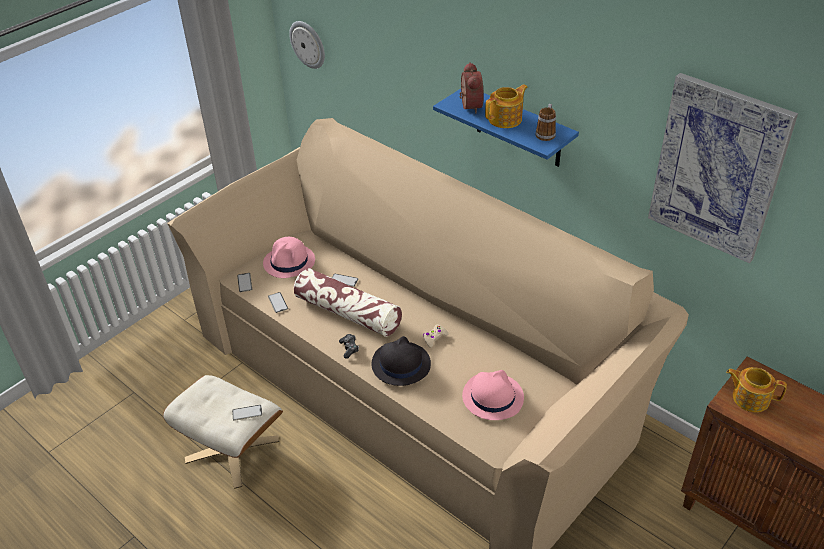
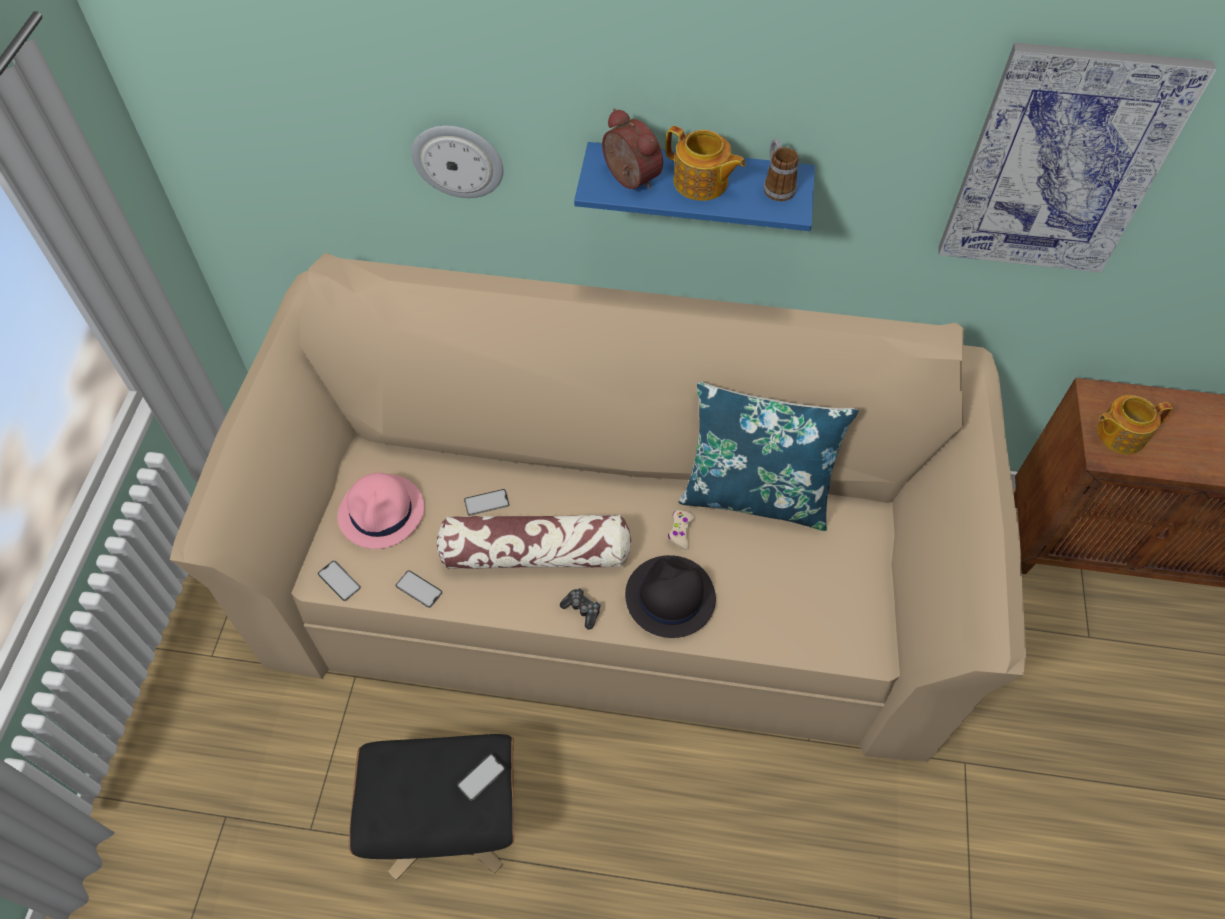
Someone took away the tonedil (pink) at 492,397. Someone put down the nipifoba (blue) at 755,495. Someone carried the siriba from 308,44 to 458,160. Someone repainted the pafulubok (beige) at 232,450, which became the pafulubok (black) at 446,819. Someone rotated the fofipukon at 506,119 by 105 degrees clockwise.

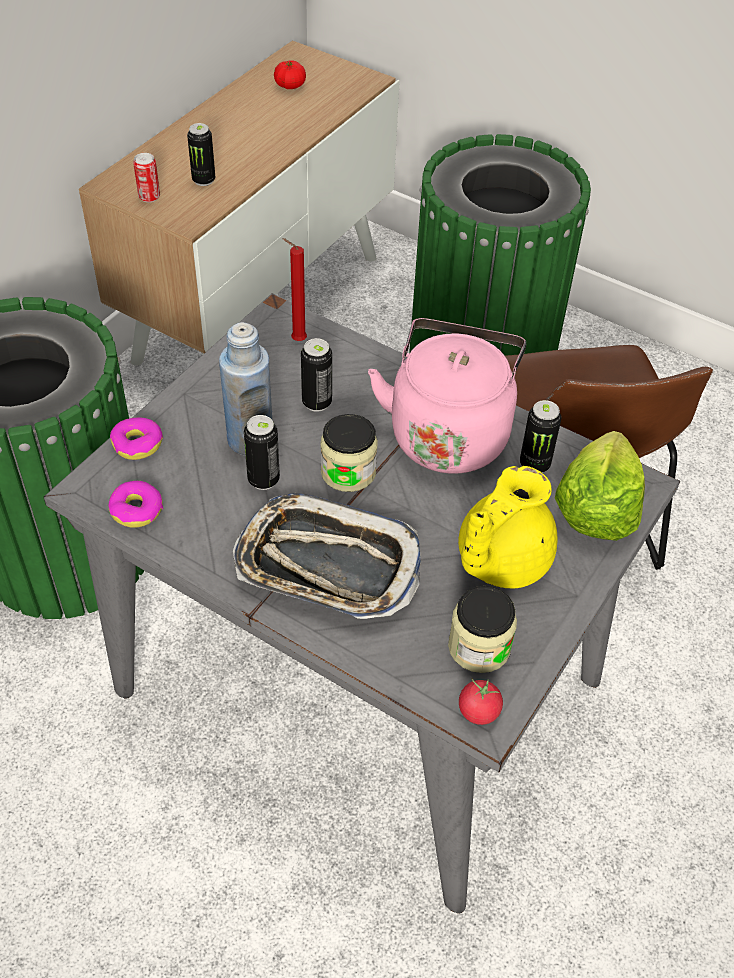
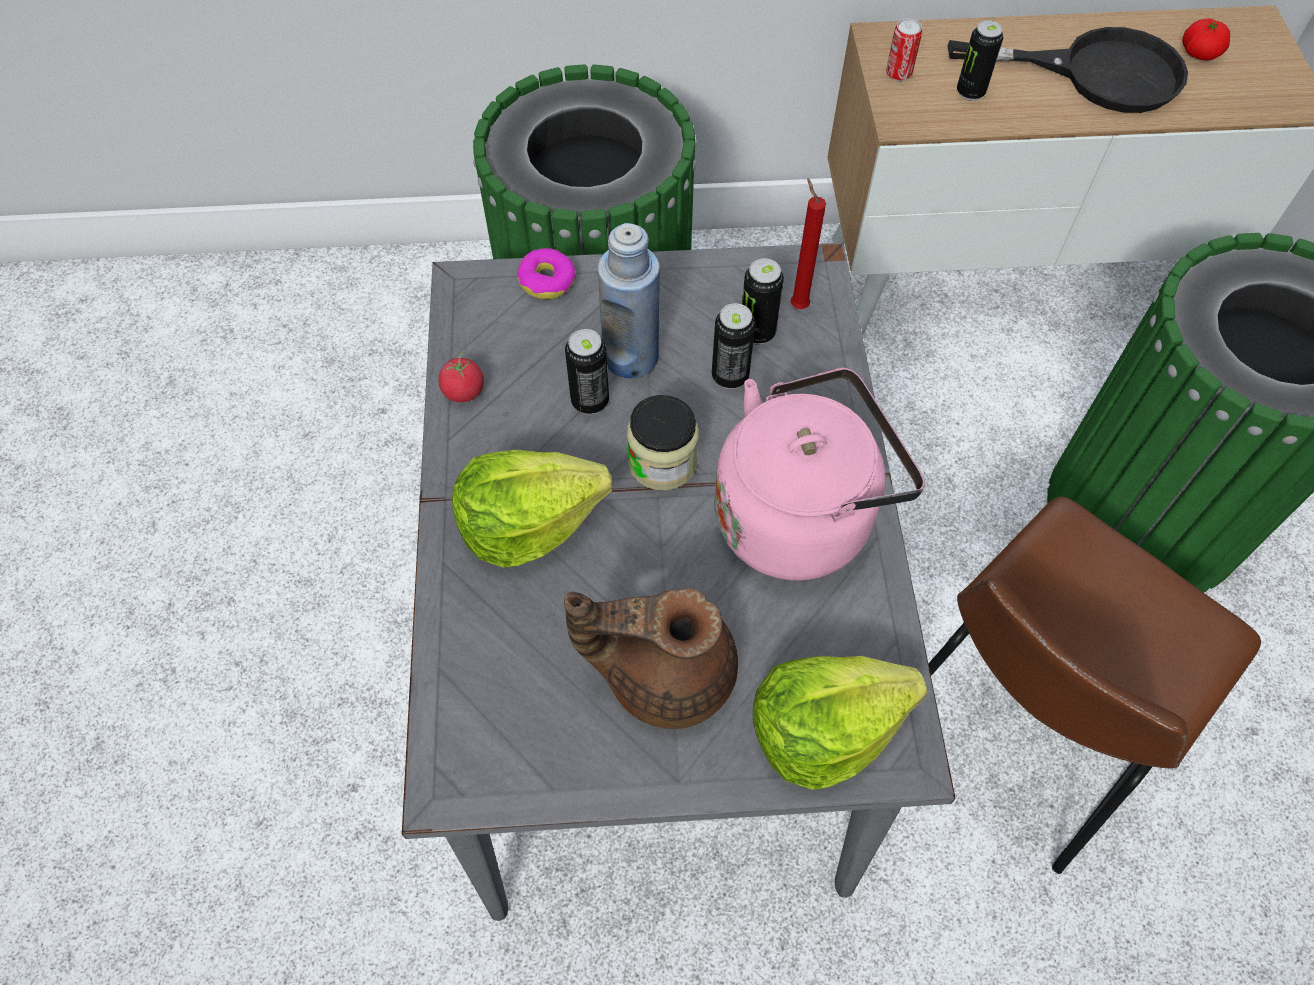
Someone took away the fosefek at 136,510. Someone took away the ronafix at 479,647. Someone put down the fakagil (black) at 1096,73. Someone carried the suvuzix from 478,711 to 463,391. Someone carried the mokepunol from 534,464 to 757,332. Someone swapped the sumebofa at 327,565 for the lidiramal at 528,522. Someone repainted the fofipukon (yellow) at 499,560, which became the fofipukon (brown) at 663,673.

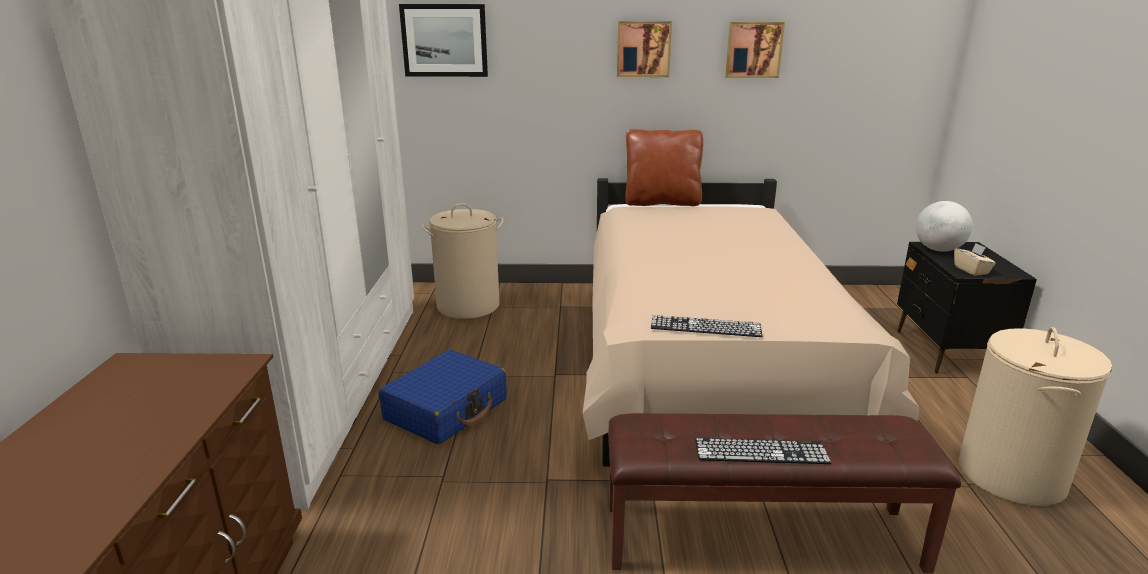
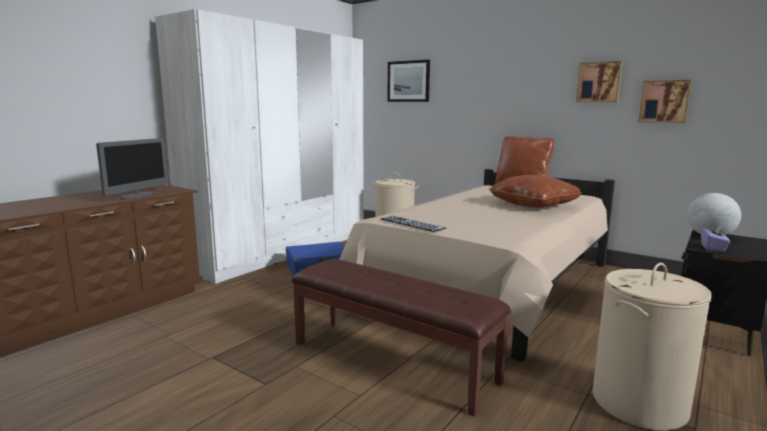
Someone took away the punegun at 761,451. Someone put down the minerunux at 138,195. Someone put down the nipifoba (brown) at 533,205. Someone carried the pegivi from 643,49 to 664,101. Someone repainted the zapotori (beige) at 971,270, which became the zapotori (purple) at 713,248.

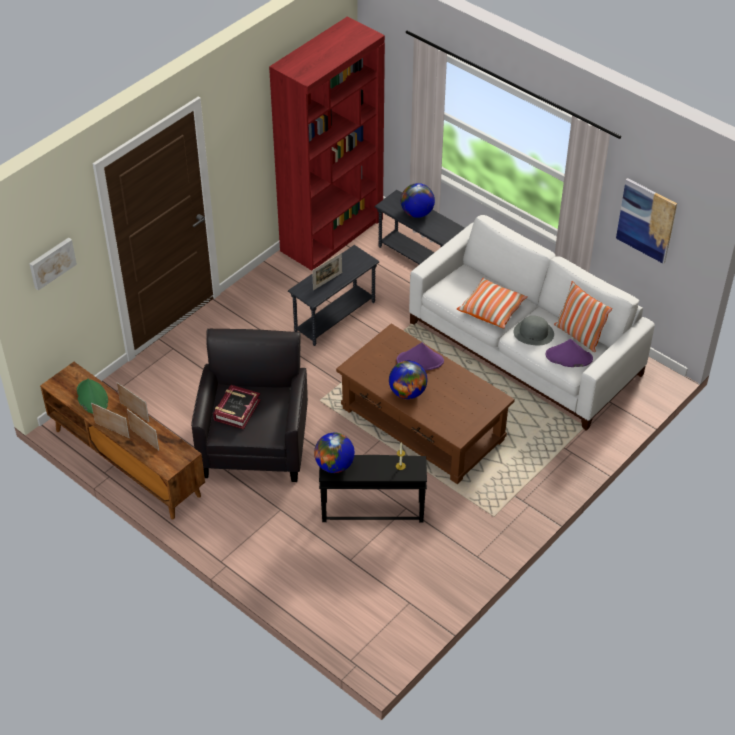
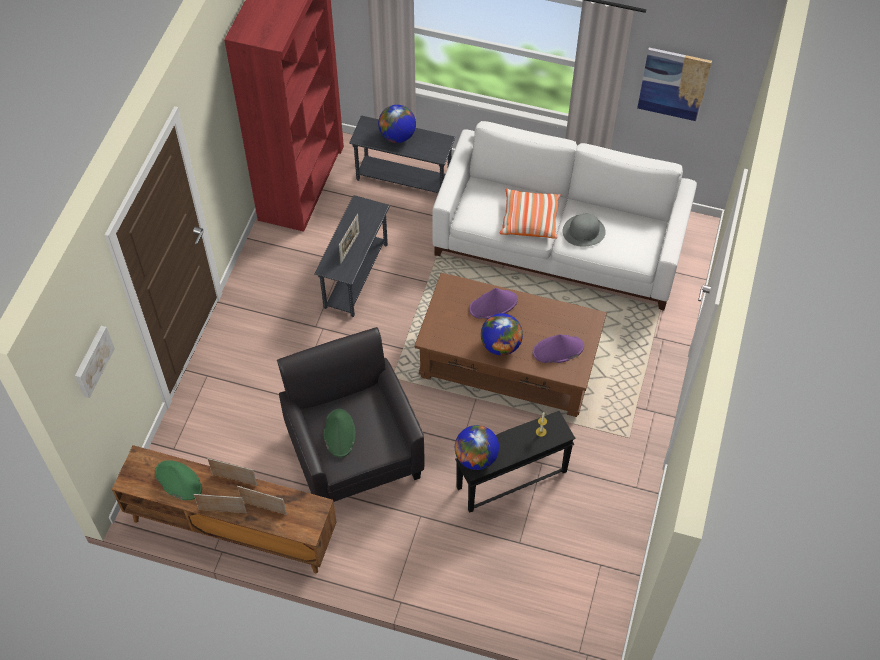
Someone took away the nipifoba at 578,335. Someone carried the tonedil (purple) from 568,357 to 558,350. Someone swapped the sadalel at 237,410 for the tonedil (green) at 339,433.

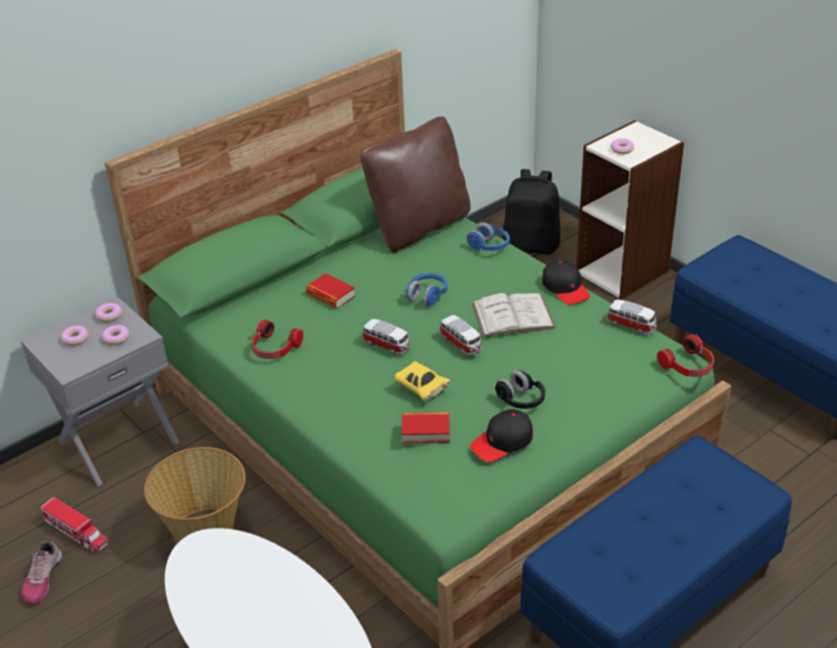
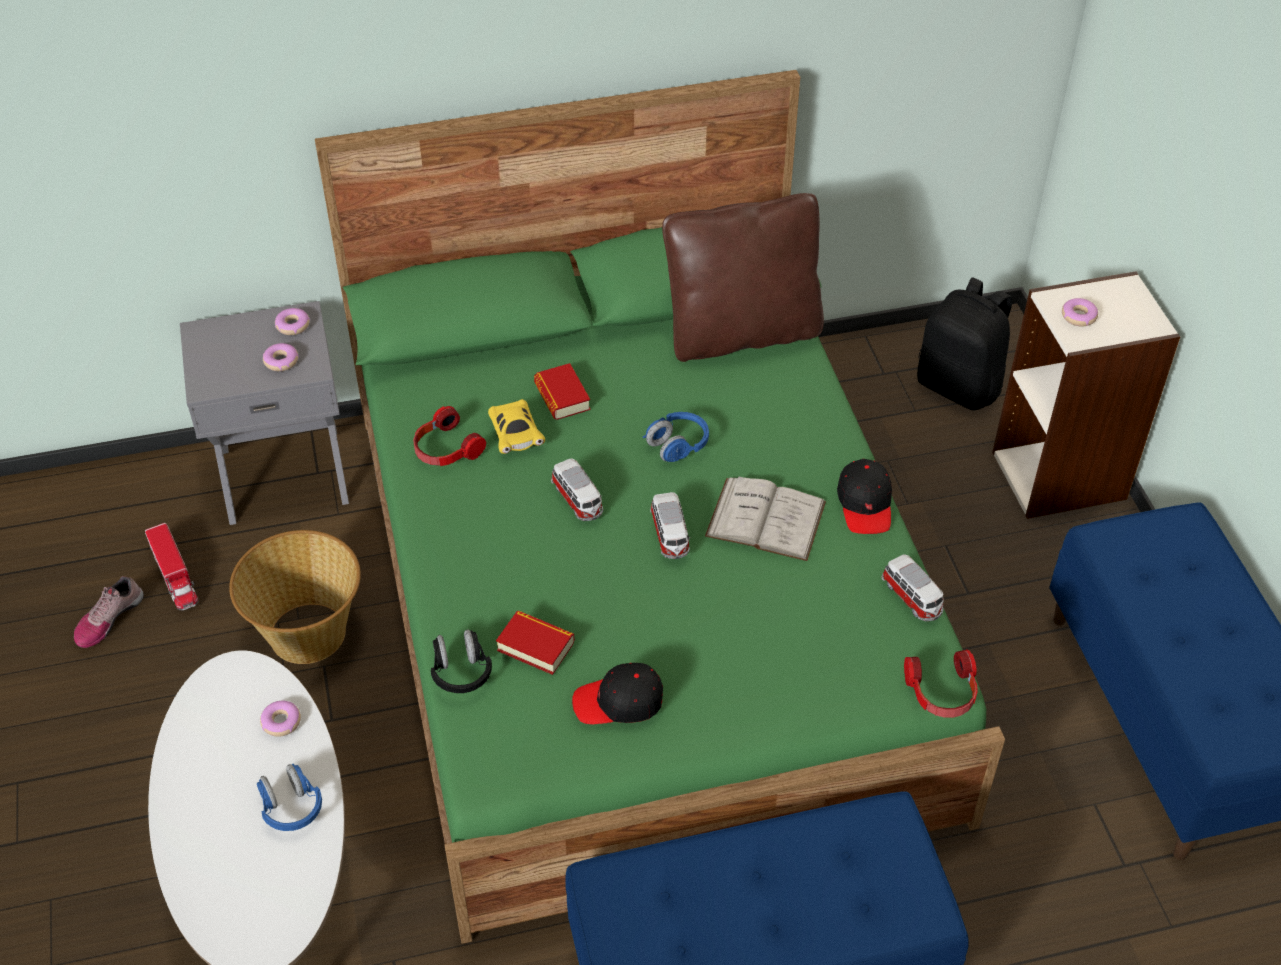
Someone carried the fosefek from 75,339 to 281,722. Someone carried the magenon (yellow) from 421,388 to 515,435. Someone carried the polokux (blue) from 488,246 to 291,807. Someone carried the polokux (black) from 520,400 to 461,672.

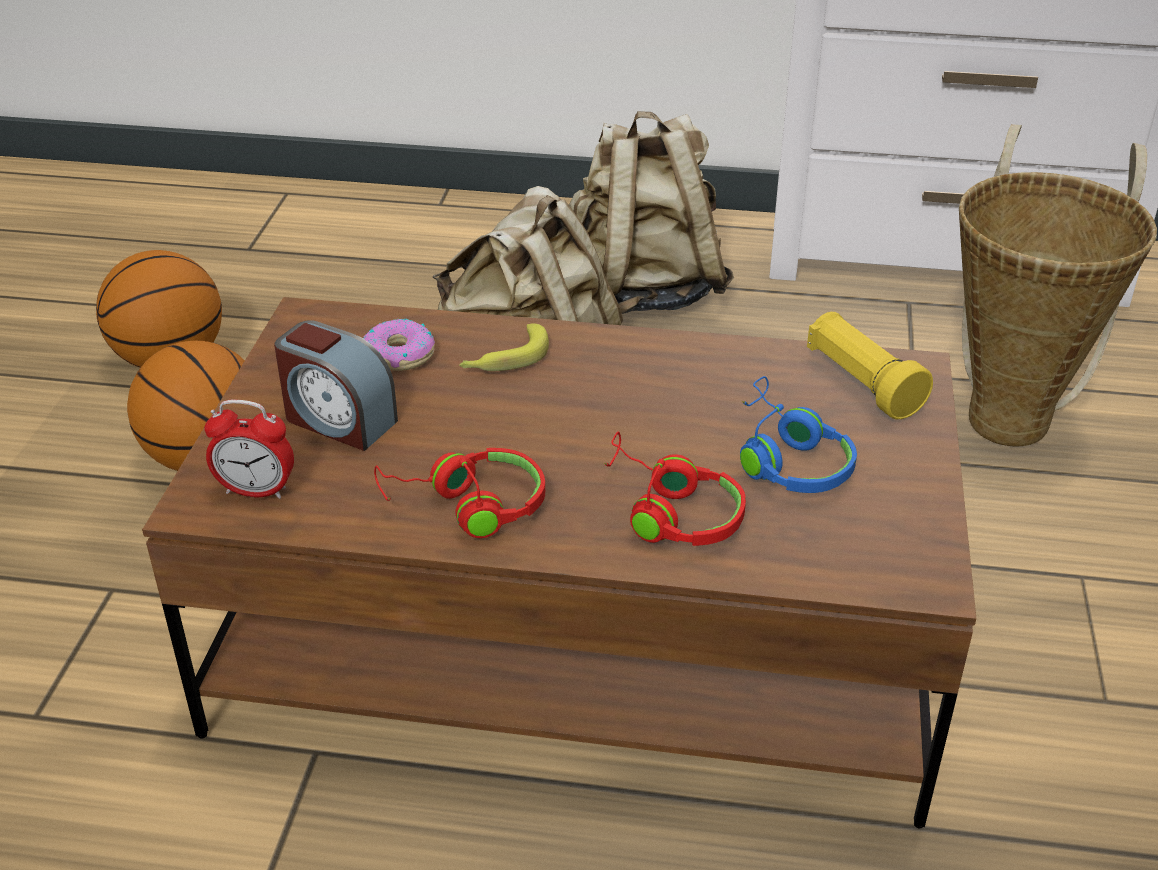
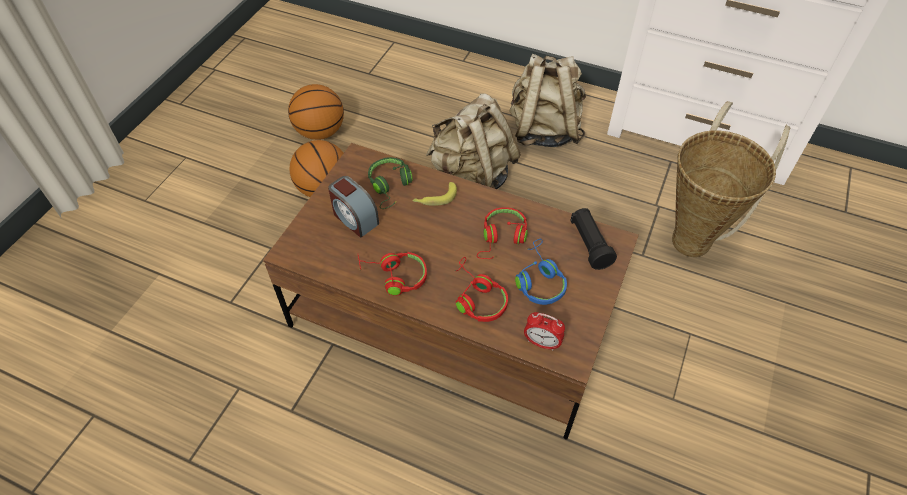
Someone put down the polokux (red) at 501,238. Someone carried the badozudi from 256,491 to 542,343. Someone swapped the fosefek at 399,355 for the polokux (green) at 390,186. Someone repainted the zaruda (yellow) at 862,383, which became the zaruda (black) at 589,245.

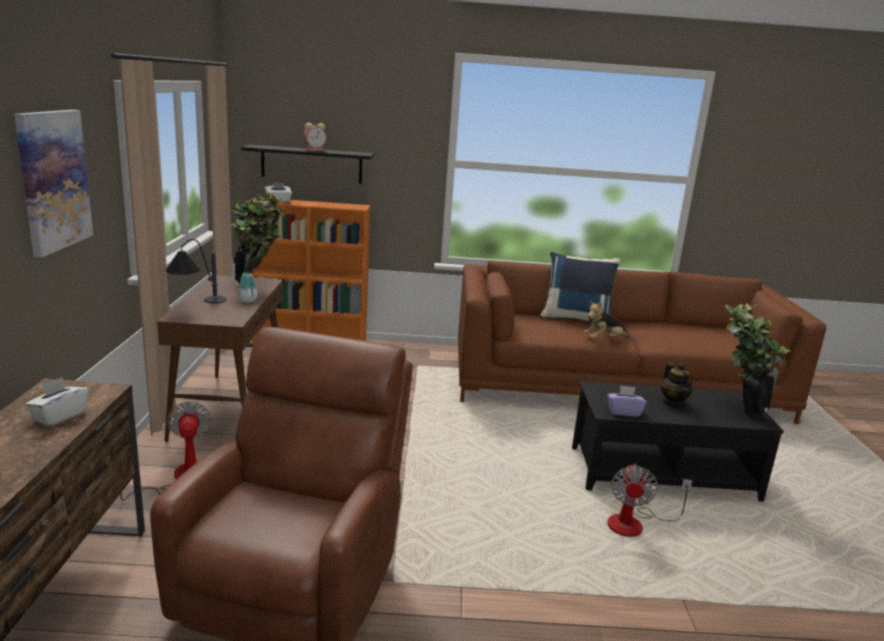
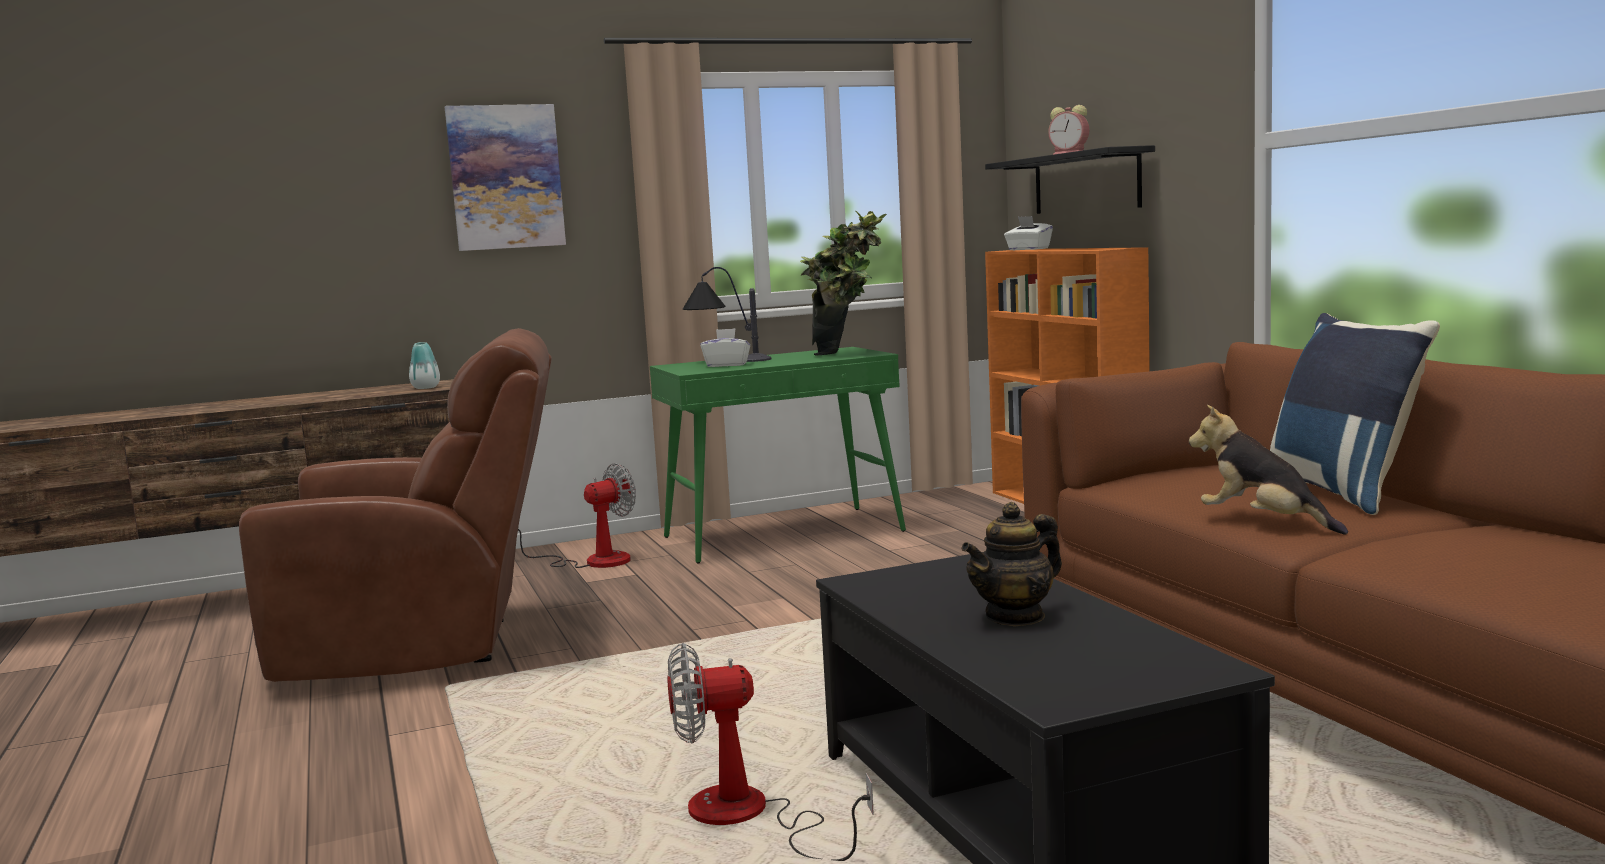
Someone took away the zapotori (purple) at 624,412. Someone took away the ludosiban at 739,409. Someone carried the zapotori (white) from 59,416 to 727,365. Someone carried the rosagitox from 247,301 to 425,388. Someone repainted the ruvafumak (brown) at 231,408, which became the ruvafumak (green) at 784,534.

